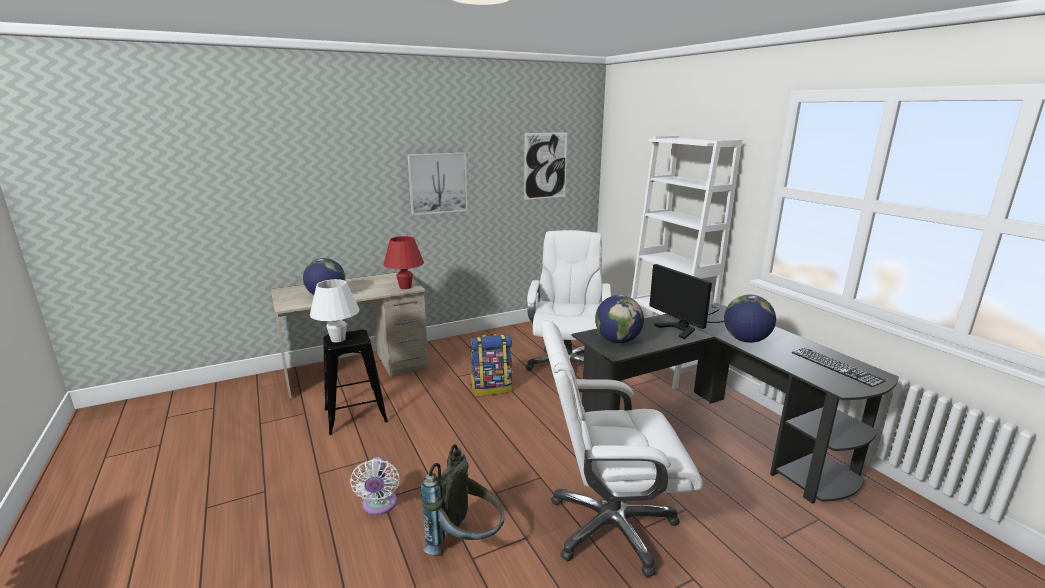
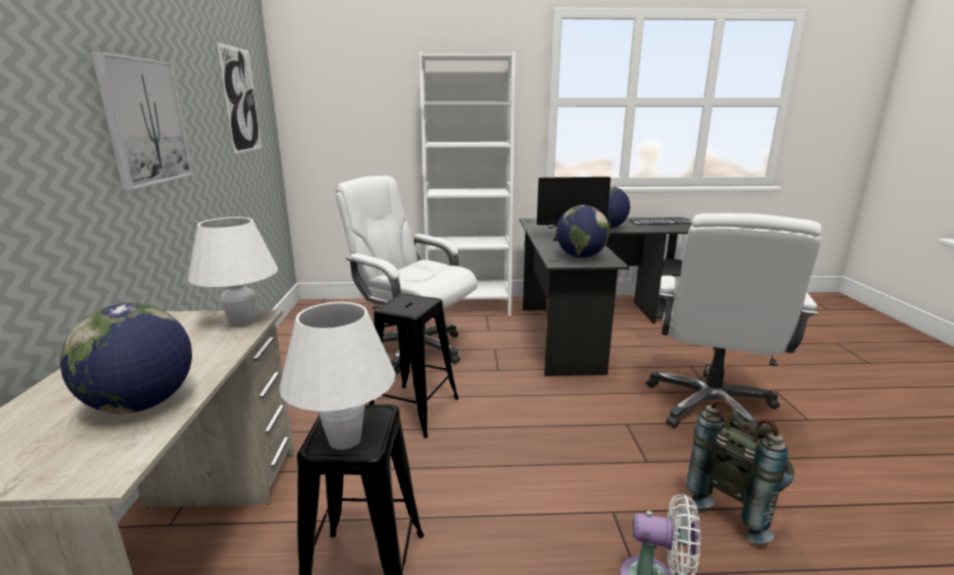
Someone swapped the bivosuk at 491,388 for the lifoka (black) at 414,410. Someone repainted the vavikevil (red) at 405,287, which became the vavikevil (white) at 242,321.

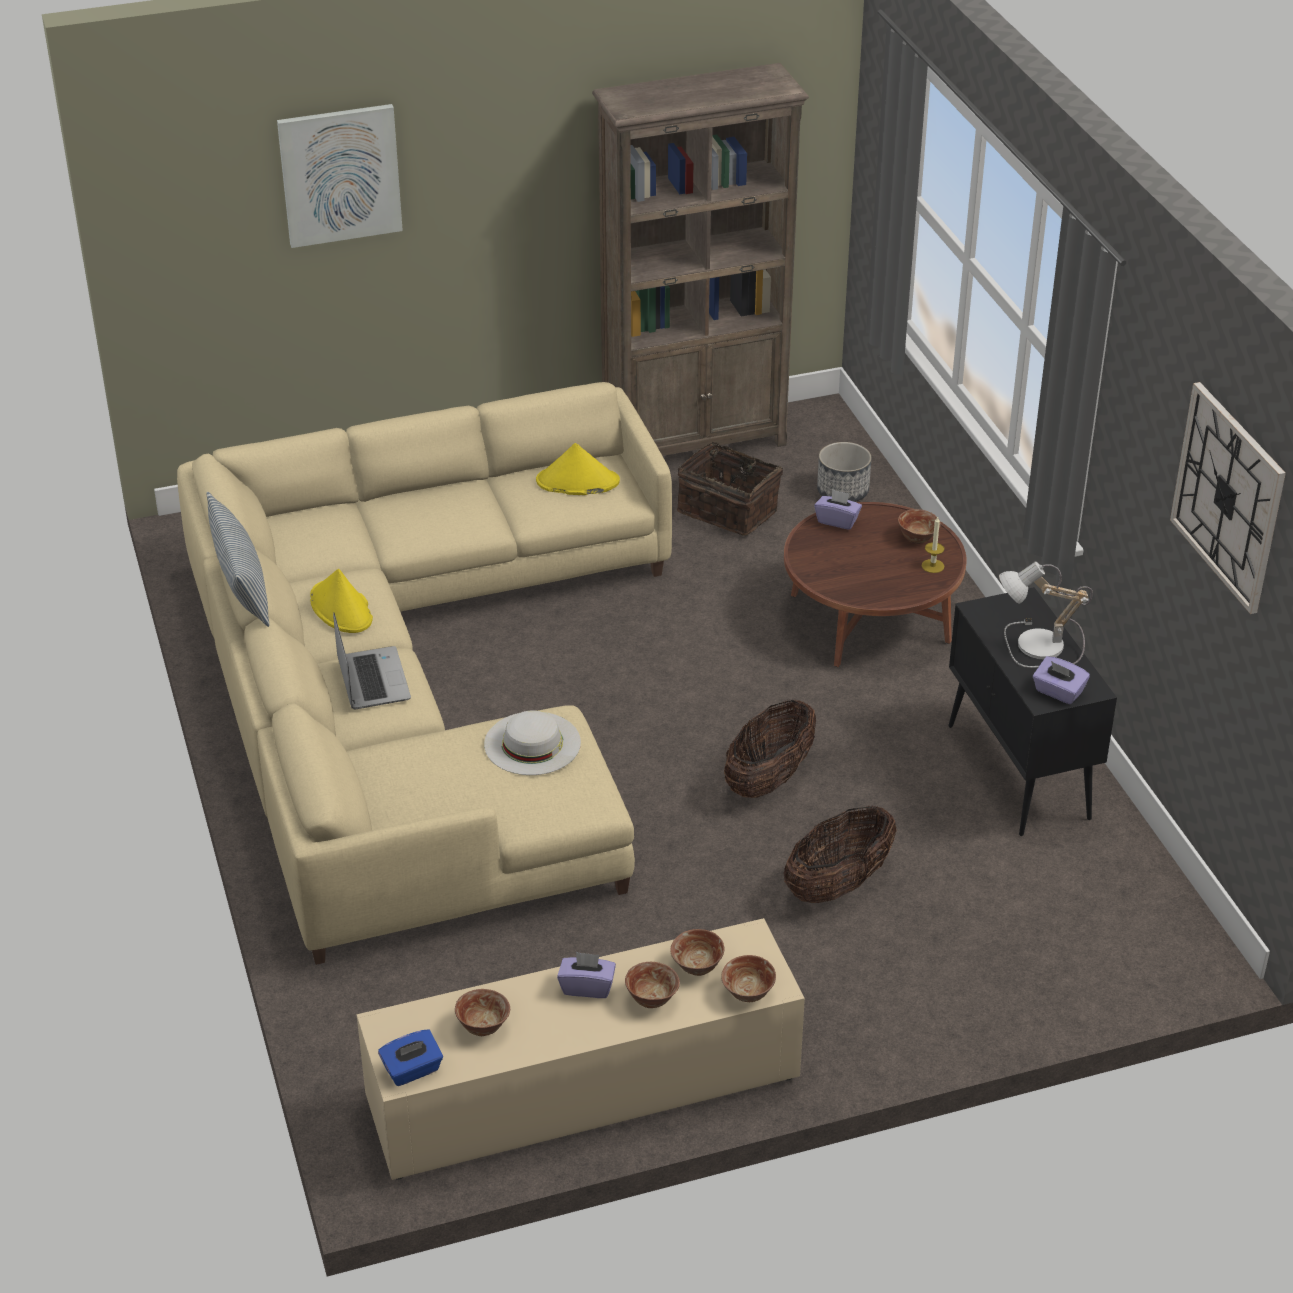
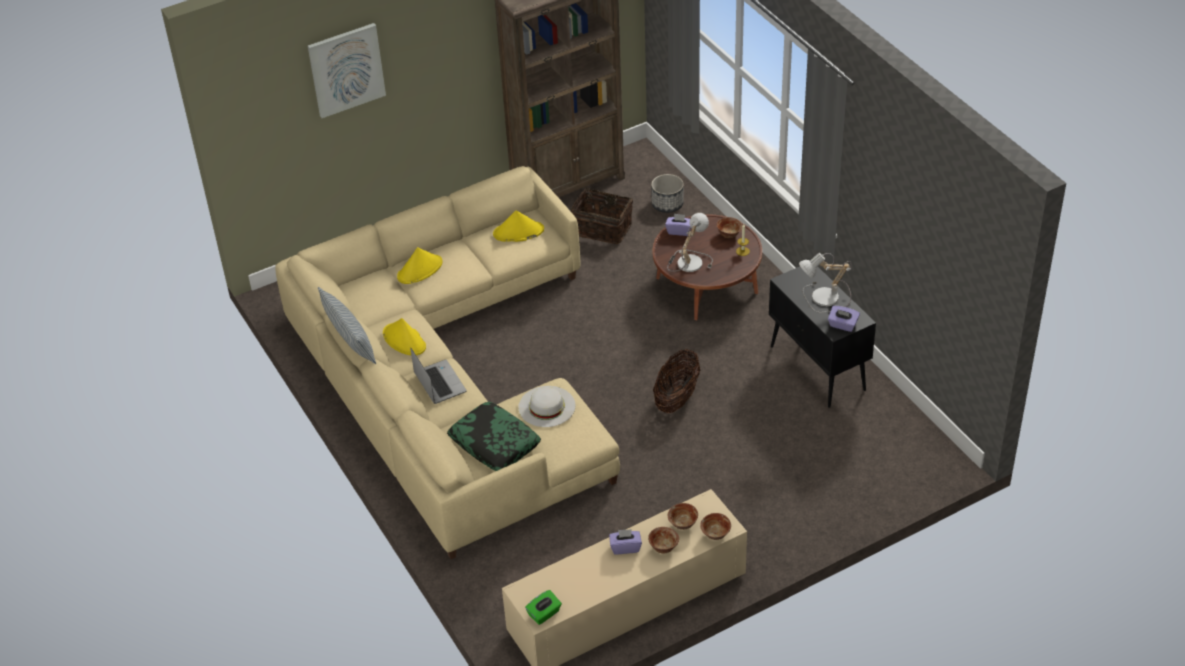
Someone took away the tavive at 482,1027. Someone took away the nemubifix at 838,884. Someone took away the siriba at 1228,496. Someone put down the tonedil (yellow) at 420,270. Someone put down the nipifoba at 494,443. Someone put down the vavikevil at 688,262. Someone repainted the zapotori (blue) at 412,1070, which became the zapotori (green) at 544,614.

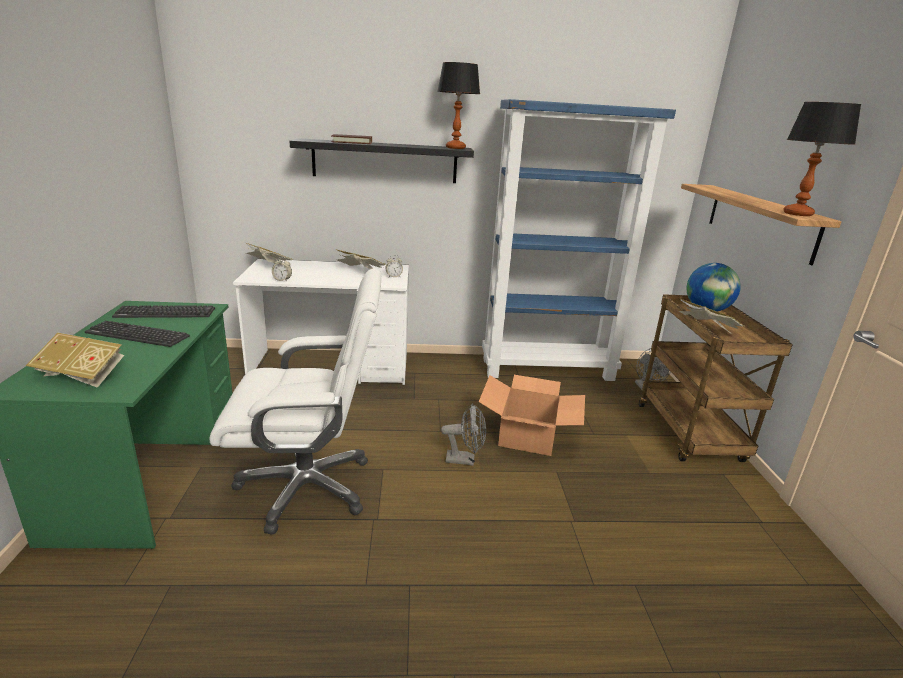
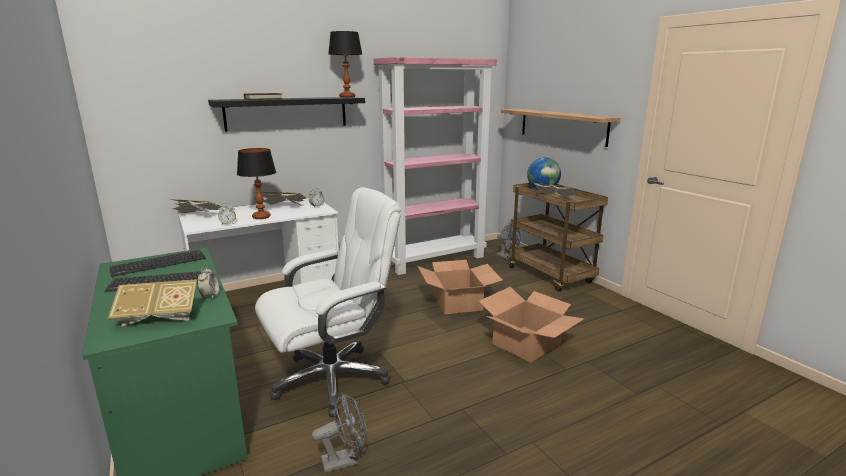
Someone put down the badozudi at 210,296. Someone put down the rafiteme at 527,343. Someone carried the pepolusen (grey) from 465,460 to 345,460. Someone carried the vavikevil from 797,214 to 261,217. Someone repainted the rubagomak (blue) at 548,369, which became the rubagomak (pink) at 434,260.

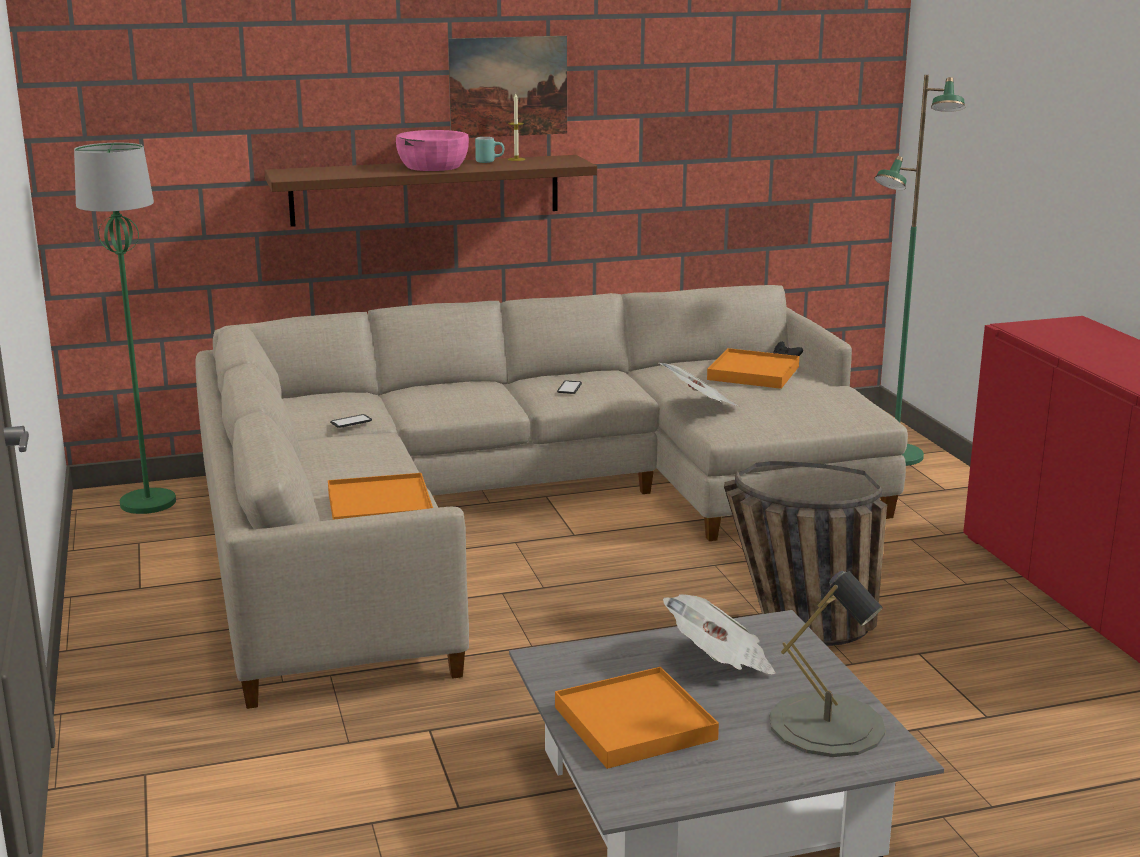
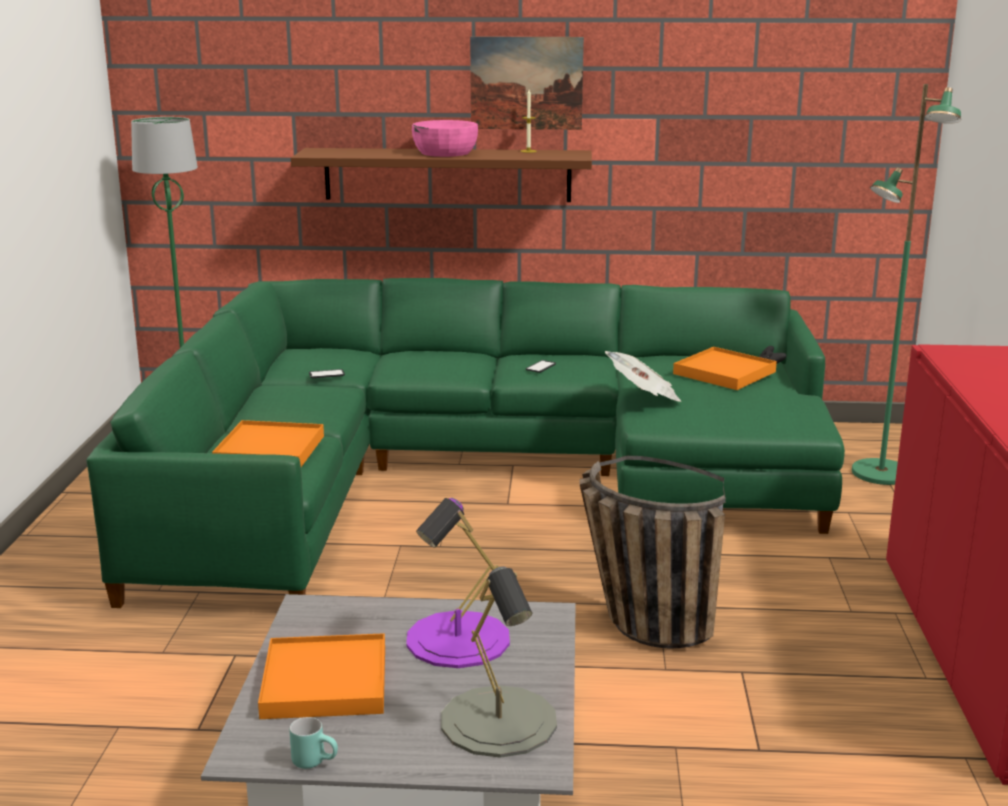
Someone carried the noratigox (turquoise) from 489,161 to 316,761. Someone swapped the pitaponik at 719,661 for the vavikevil (purple) at 458,639. Someone repainted the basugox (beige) at 514,512, which became the basugox (green) at 472,476.

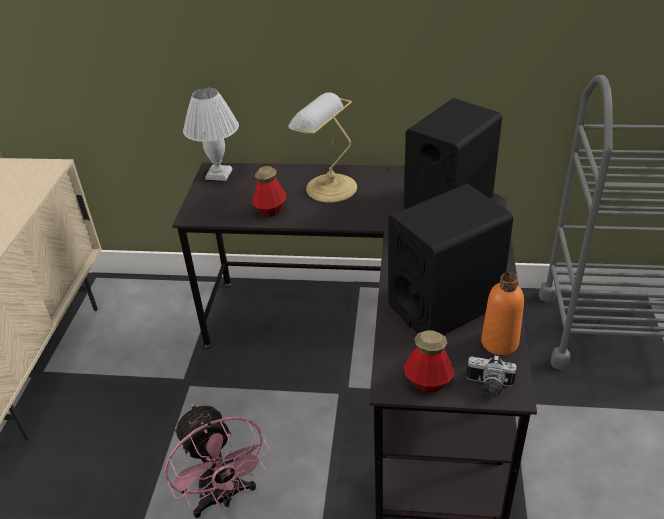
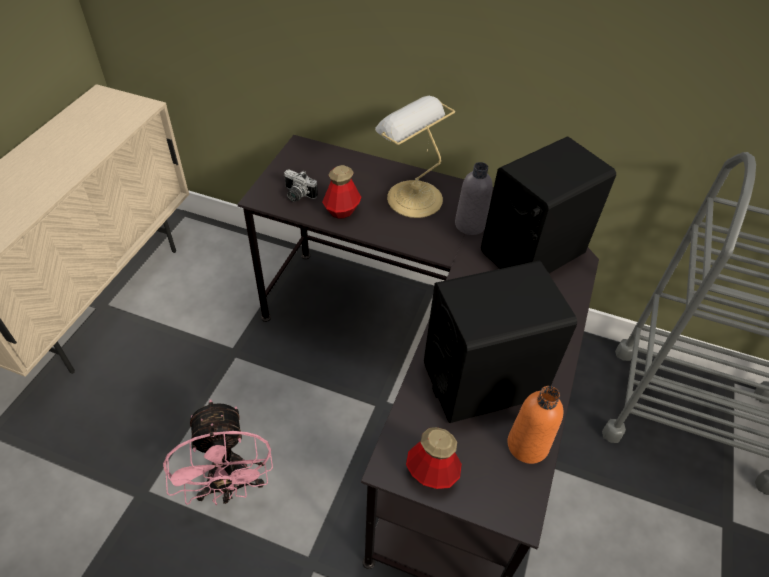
Someone took away the vavikevil (white) at 219,174. Someone put down the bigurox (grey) at 470,224. Someone carried the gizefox from 489,386 to 297,195.

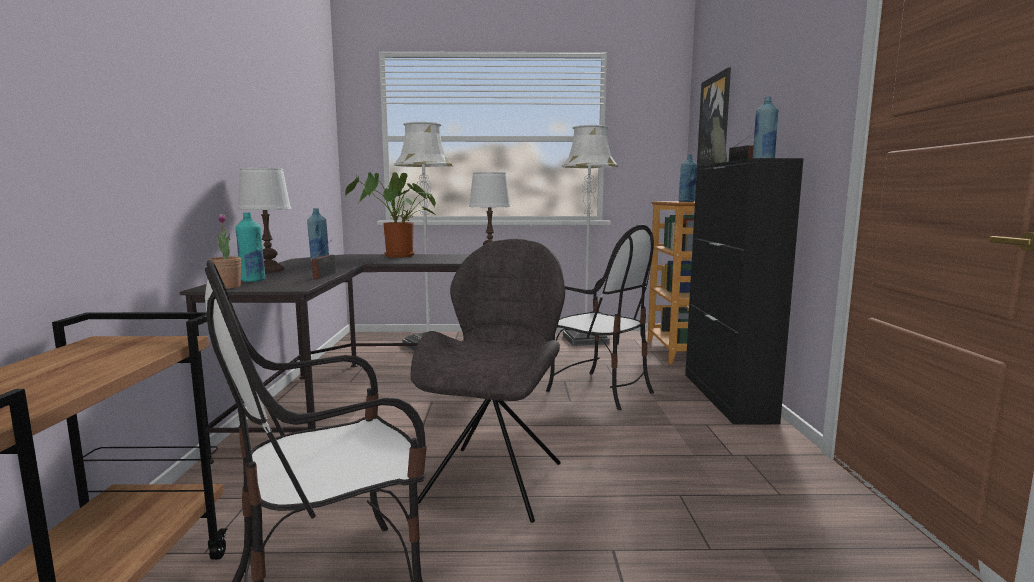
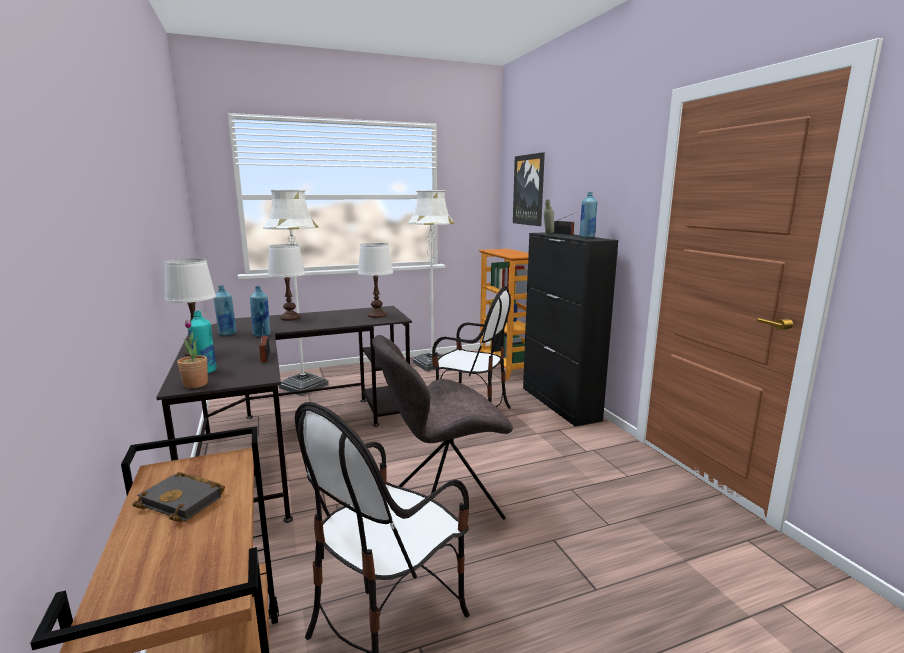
Someone put down the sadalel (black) at 185,501. Someone carried the bigurox (blue) from 686,202 to 262,335. Someone swapped the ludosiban at 397,256 for the vavikevil (white) at 290,318. Someone rotated the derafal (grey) at 495,479 by 105 degrees counterclockwise.

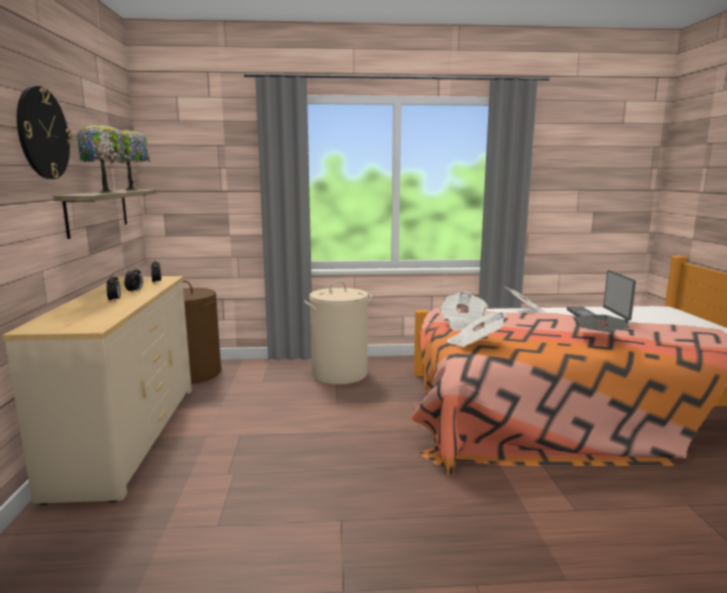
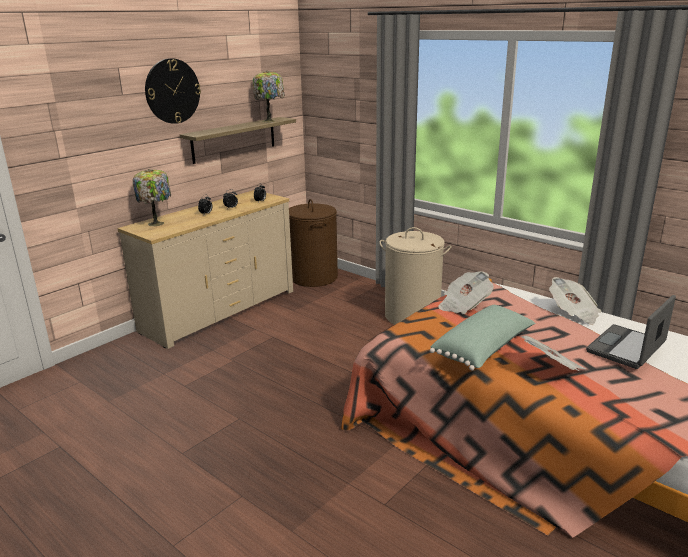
Someone took away the pitaponik at 475,343. Someone put down the nipifoba (green) at 484,349. Someone carried the vavikevil from 107,192 to 157,223.

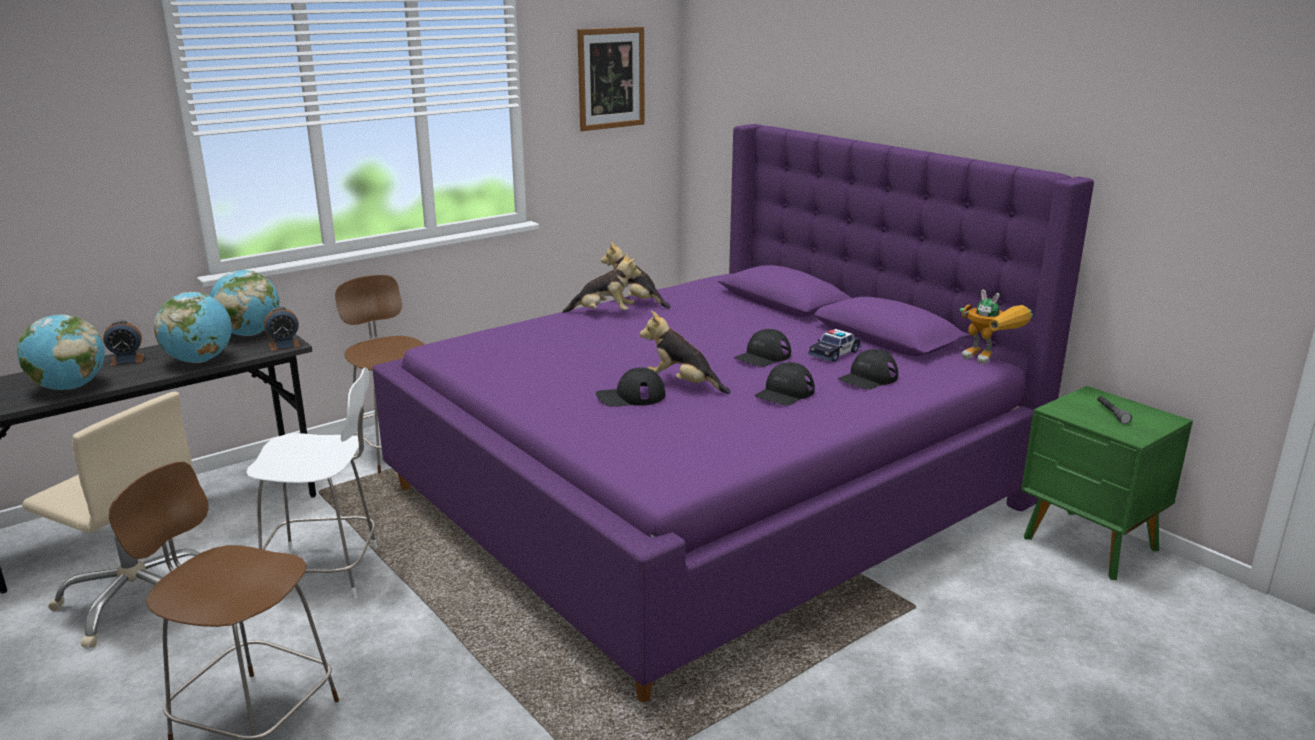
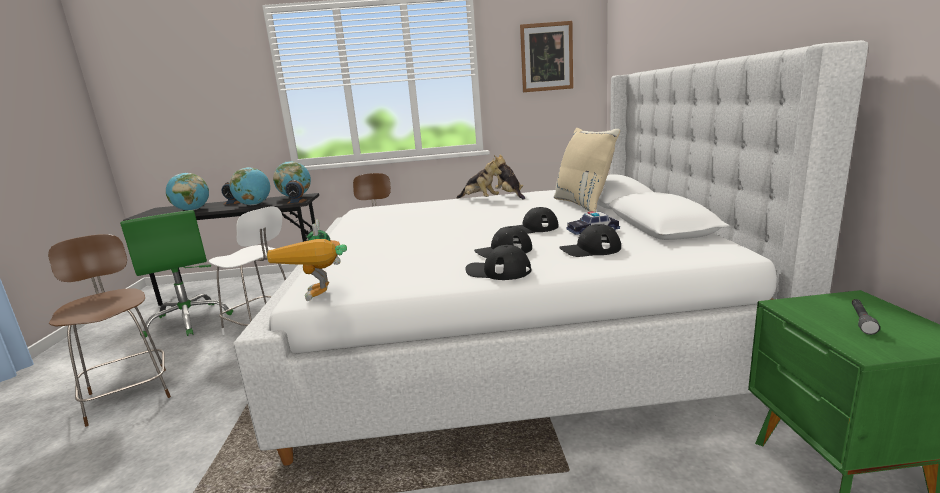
Someone took away the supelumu at 683,384. Someone put down the nipifoba (beige) at 584,204. Someone carried the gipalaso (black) from 630,396 to 498,271. Someone carried the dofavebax from 991,360 to 322,298. Someone repainted the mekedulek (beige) at 139,599, which became the mekedulek (green) at 189,321. Someone repainted the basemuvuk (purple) at 712,494, which became the basemuvuk (white) at 512,334.

